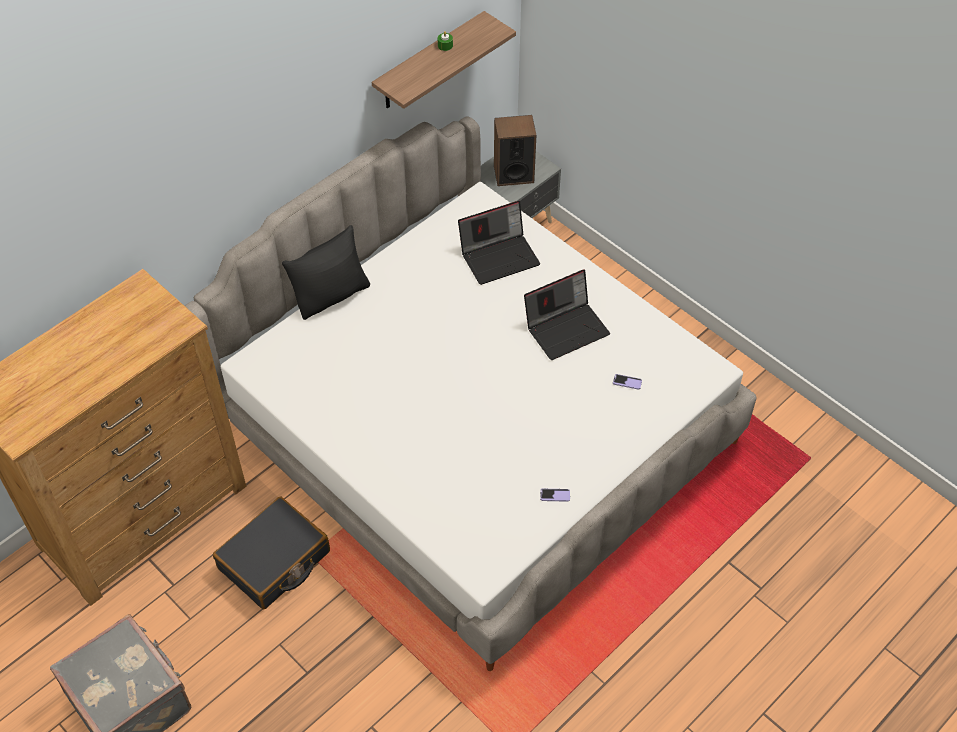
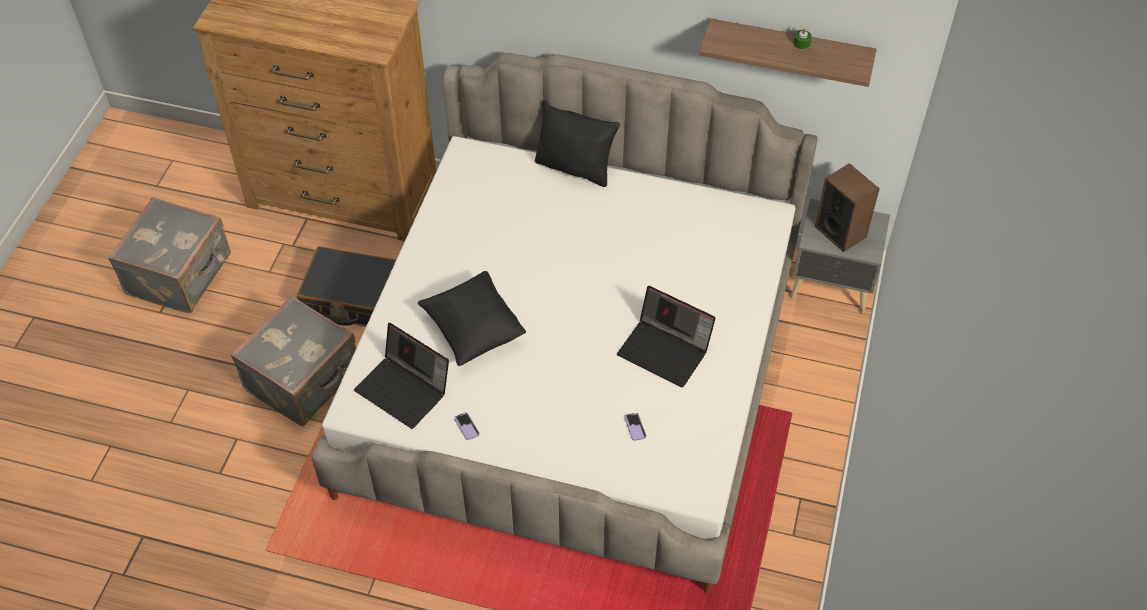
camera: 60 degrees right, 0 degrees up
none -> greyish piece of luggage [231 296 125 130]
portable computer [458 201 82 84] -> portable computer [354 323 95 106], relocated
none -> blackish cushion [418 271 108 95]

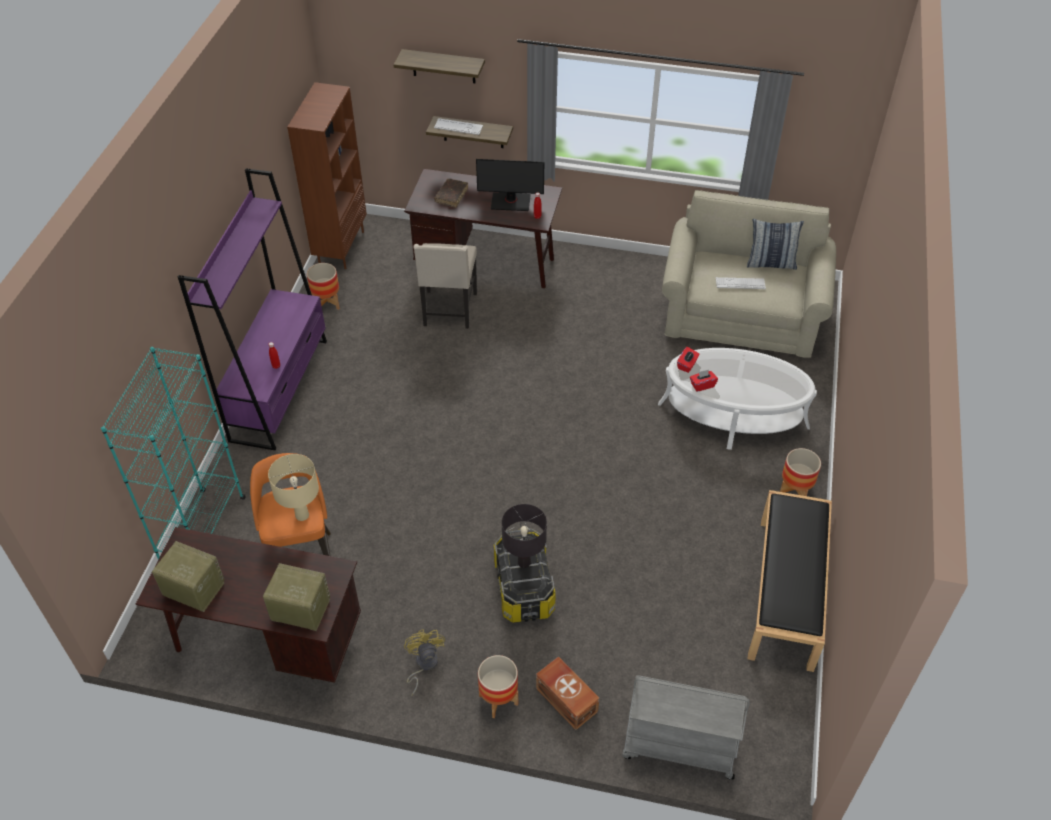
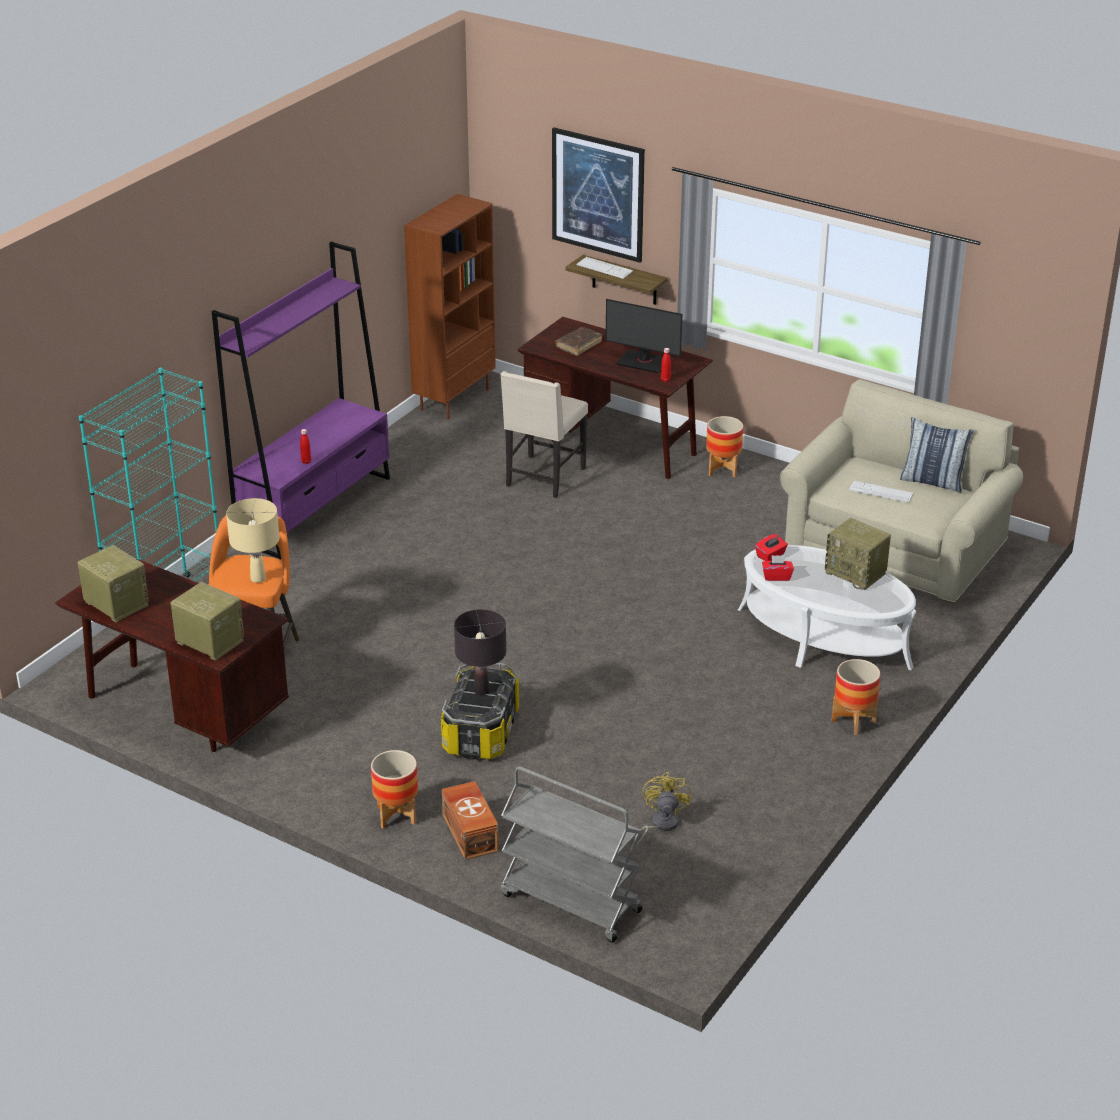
camera: 20 degrees right, 15 degrees down
shelf [393 49 92 34] -> picture [552 127 93 136]
yellow-coloured cooling fan [404 629 41 67] -> yellow-coloured cooling fan [636 772 56 75], relocated
plant pot [307 263 33 47] -> plant pot [706 416 37 62], relocated
none -> radio receiver [825 518 66 72]
blackish indoor bench [748 490 84 182] -> none

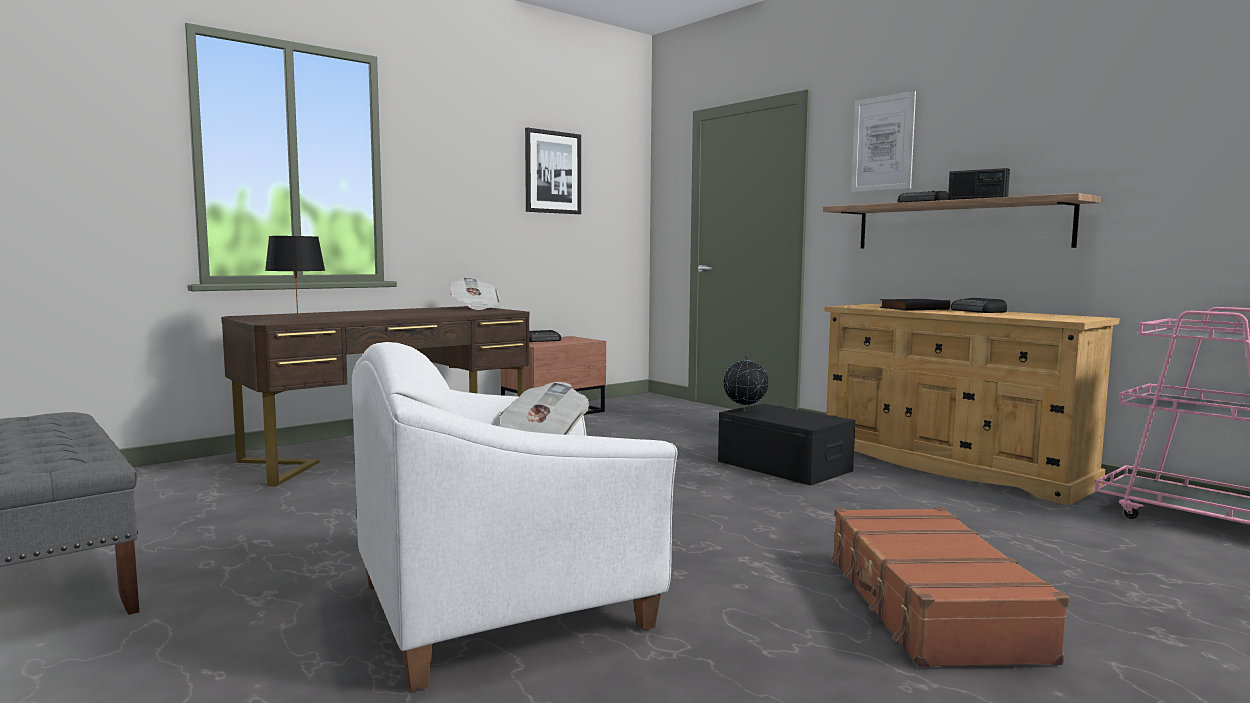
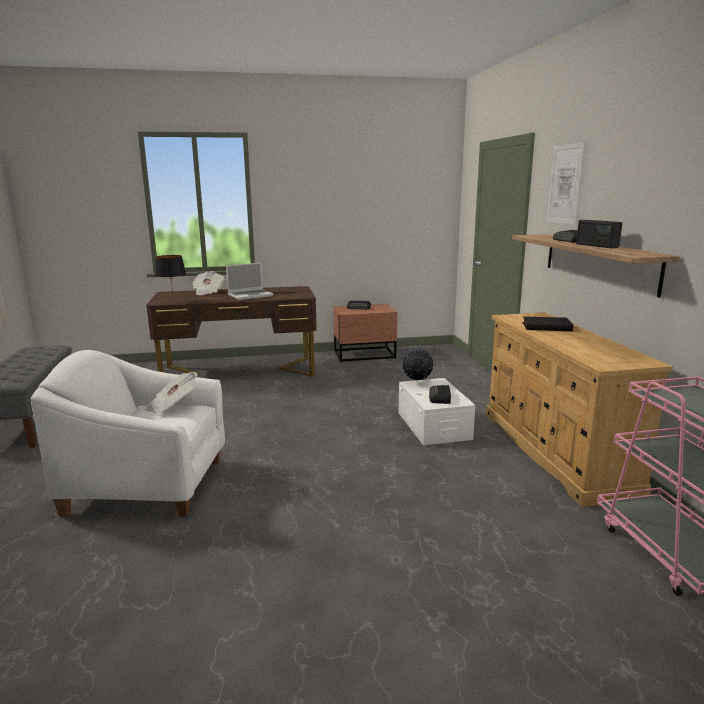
camera: 30 degrees right, 10 degrees up
printed paper [450 277 50 33] -> printed paper [192 271 32 24], relocated
none -> portable computer [226 263 48 37]
blackish storage box [718 404 137 82] -> whitish storage box [399 378 76 67]
radio receiver [951 298 56 15] -> radio receiver [429 385 22 19], relocated
picture [525 128 56 86] -> none
brownish piece of luggage [830 507 239 160] -> none

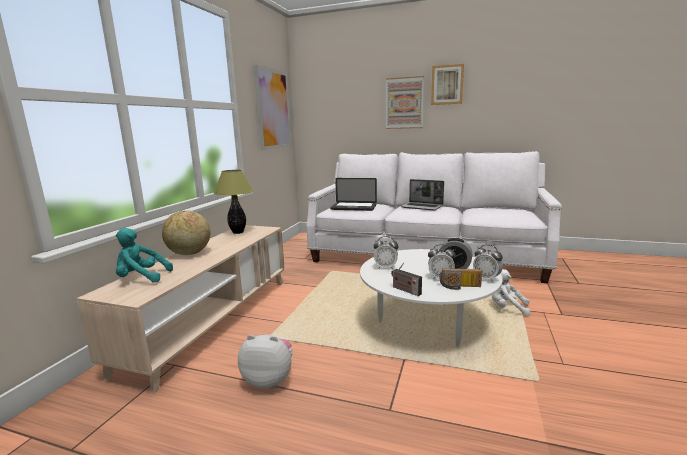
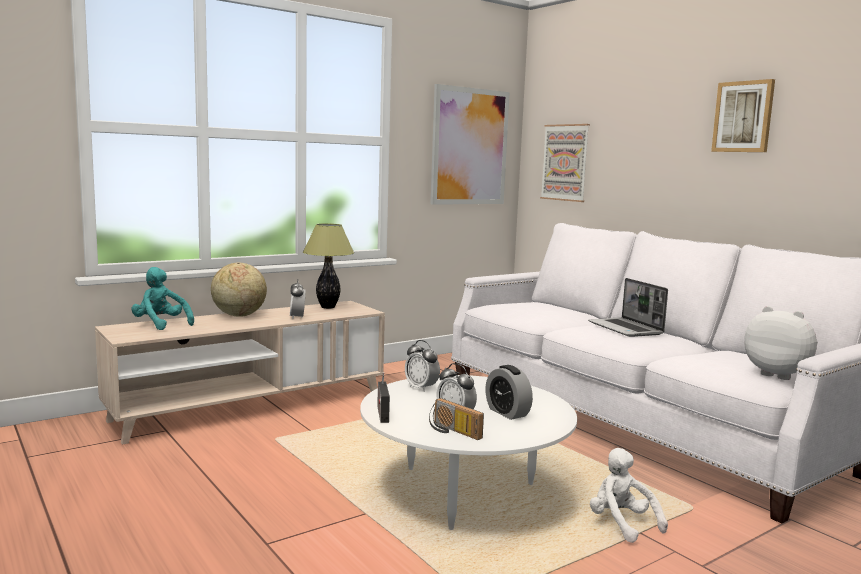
camera: 35 degrees right, 5 degrees down
table clock [473 244 30 38] -> table clock [290 279 16 40], relocated
picture [386 76 38 53] -> picture [540 124 50 78], relocated
soft toy [238 335 54 54] -> soft toy [744 306 74 74], relocated
portable computer [330 178 47 33] -> none

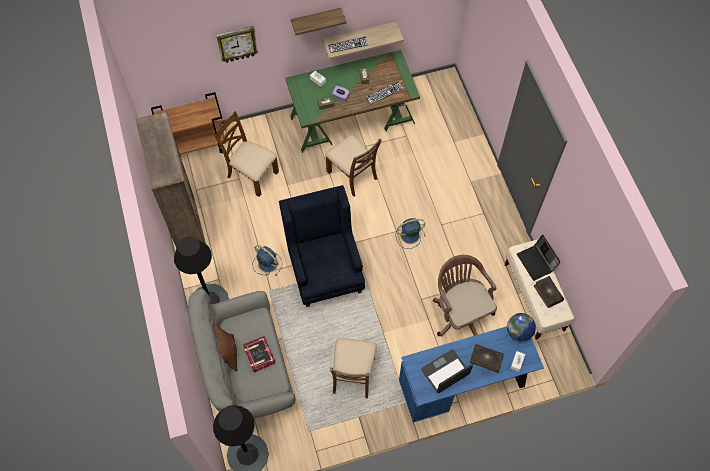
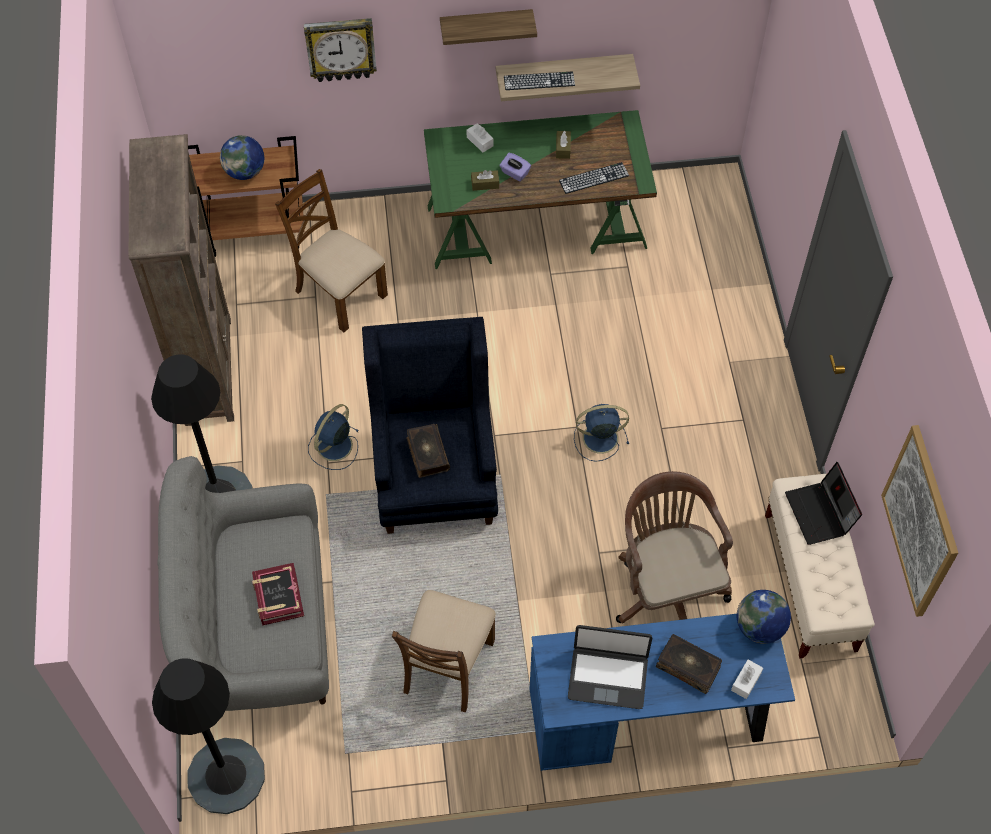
camera: 10 degrees right, 5 degrees down
none -> globe [220 135 44 45]
blue-coloured cooling fan [252 245 30 31] -> blue-coloured cooling fan [308 404 51 66], 105 degrees counterclockwise
book [534 276 30 32] -> book [407 424 43 54], relocated
portable computer [421 349 52 44] -> portable computer [568 625 84 84], 150 degrees counterclockwise
none -> picture [881 425 77 192]
brownish cushion [213 322 24 50] -> none
brownish plain chair [325 135 57 62] -> none

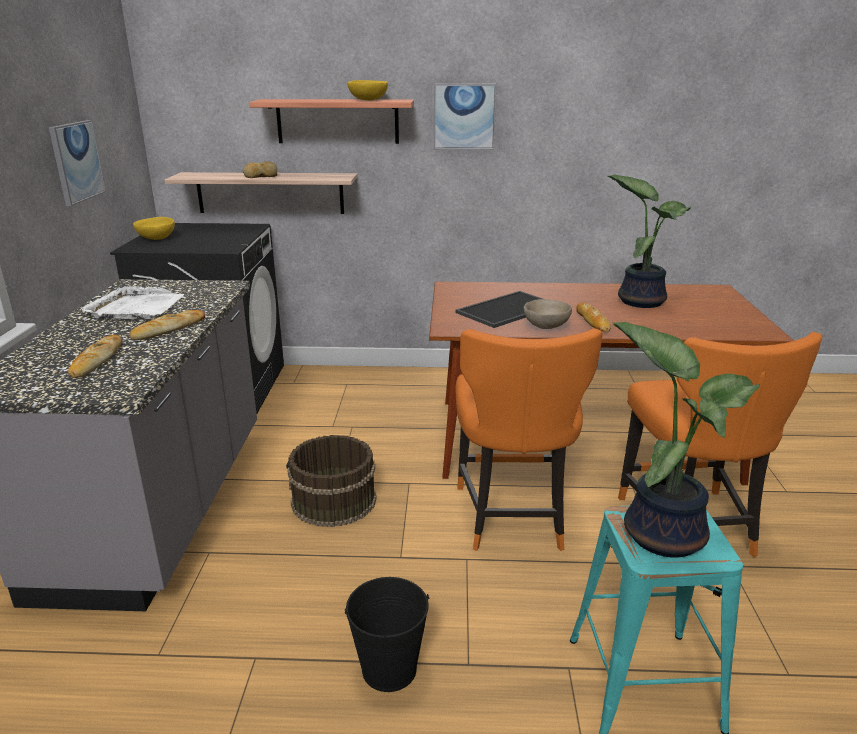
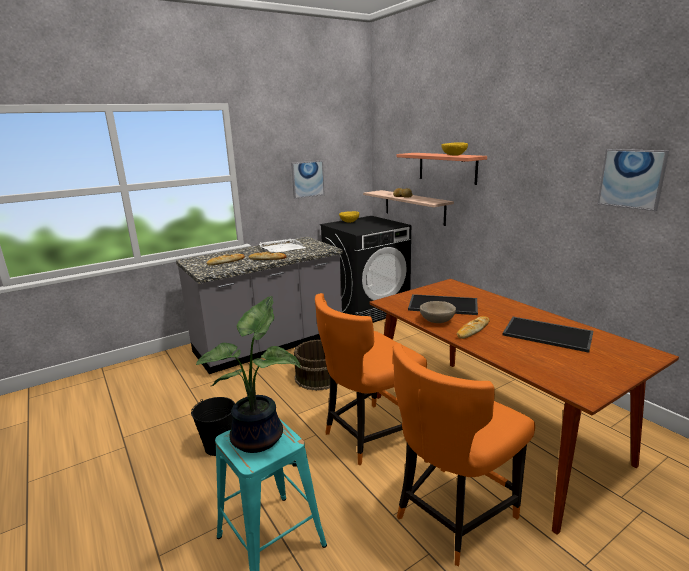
camera: 55 degrees right, 5 degrees down
houseplant [608 175 83 133] -> serving tray [503 317 90 36]
picture [433 84 63 66] -> picture [598 149 71 62], relocated

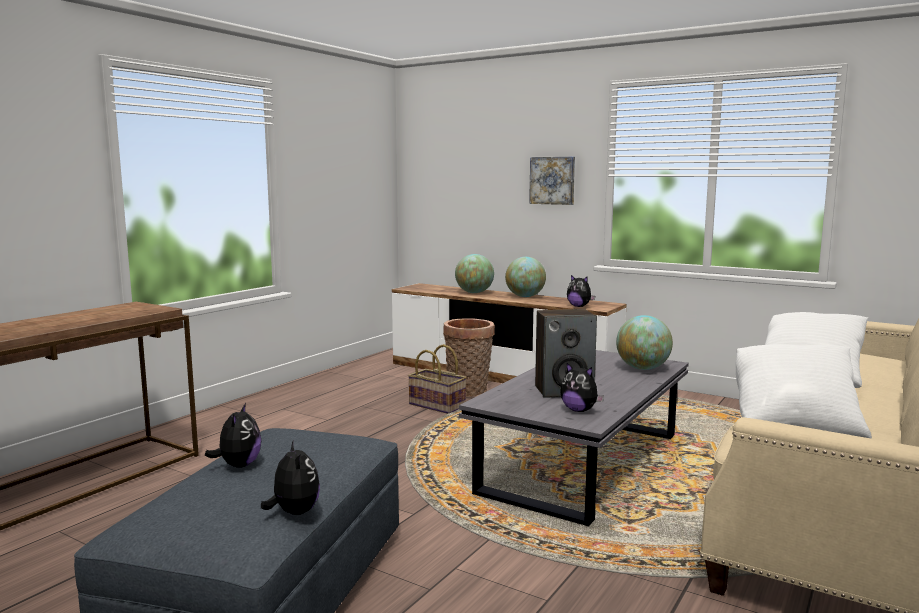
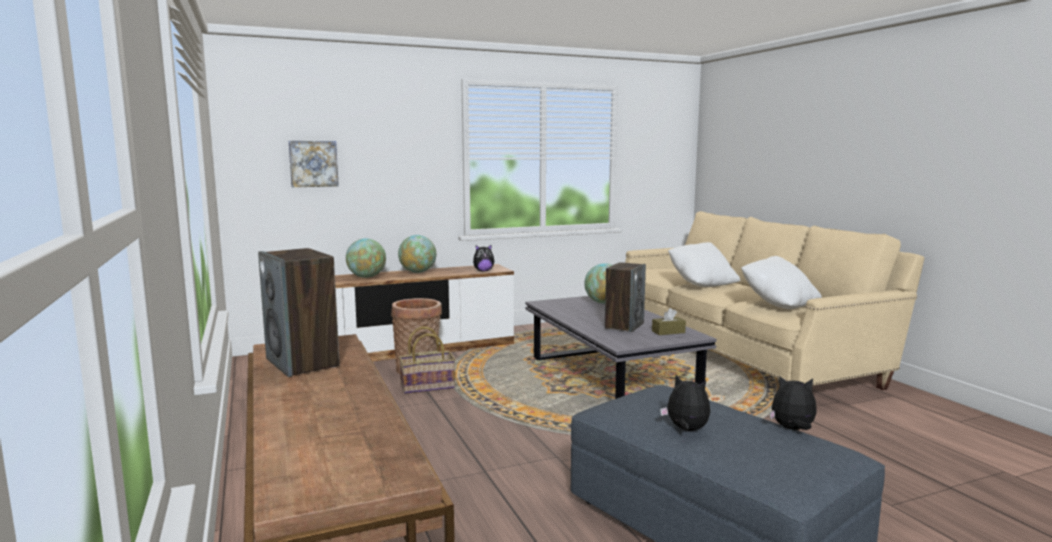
camera: 55 degrees left, 0 degrees up
none -> speaker [258 248 82 129]
picture [529 157 46 48] -> picture [289 141 50 46], relocated
soft toy [560 363 44 49] -> brownish tissue box [652 308 34 27]

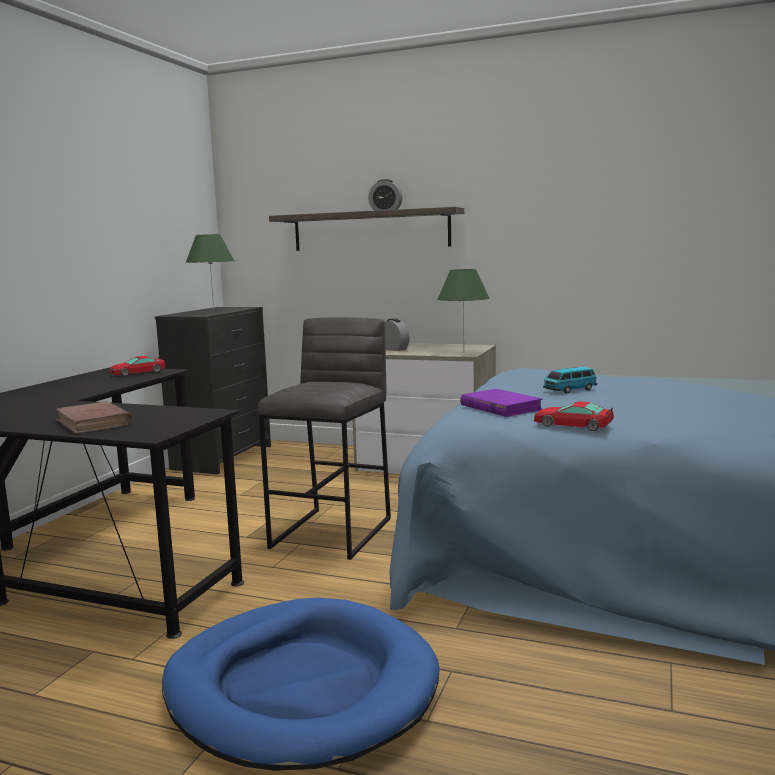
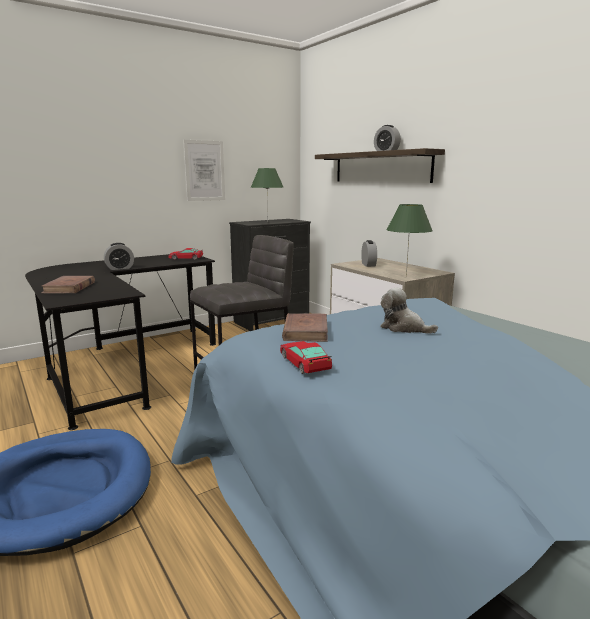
camera: 35 degrees right, 5 degrees up
none -> table clock [104 243 30 27]
none -> picture [183 140 42 61]
purple-coloured book [460 389 83 28] -> brownish book [282 313 46 29]
toy car [543 367 54 27] -> soft toy [380 288 58 46]

